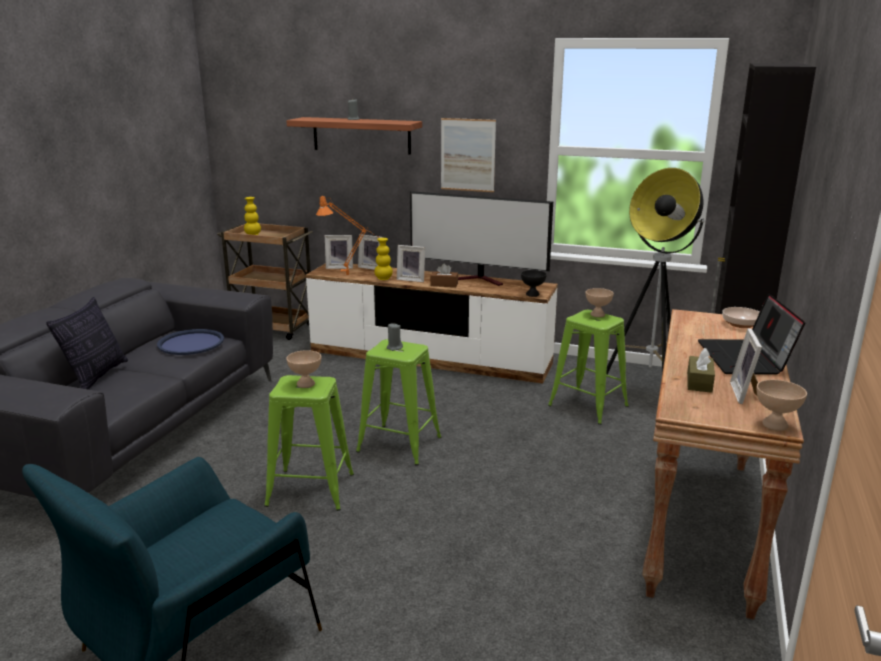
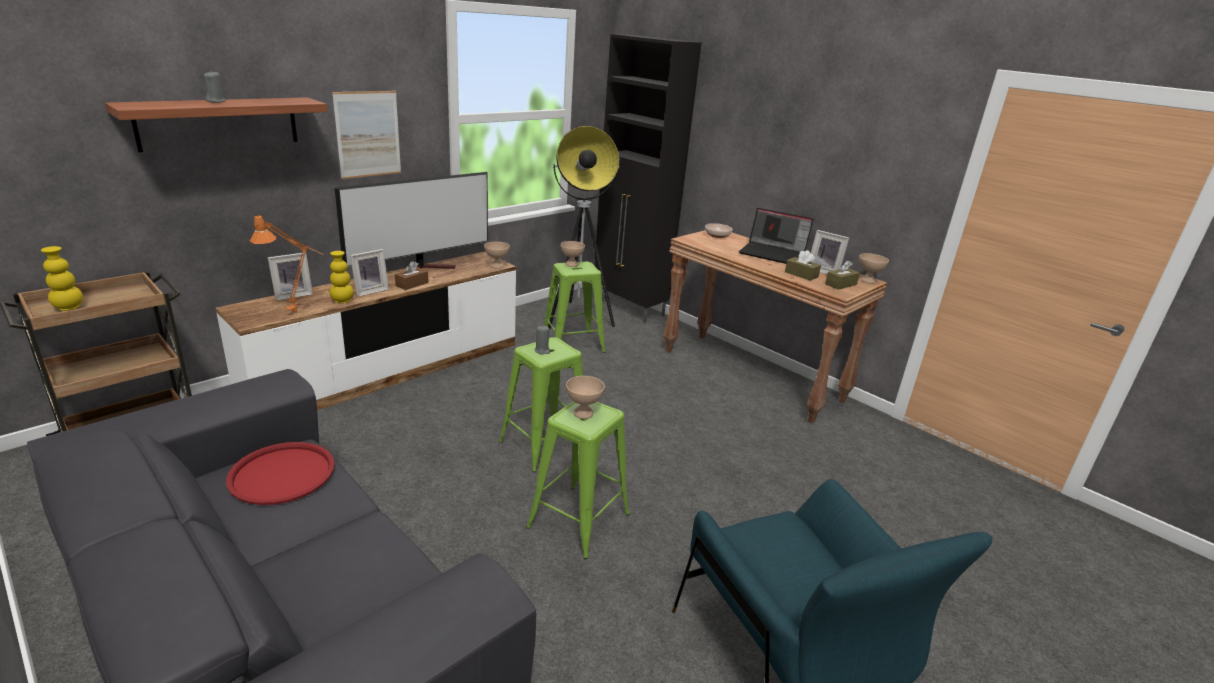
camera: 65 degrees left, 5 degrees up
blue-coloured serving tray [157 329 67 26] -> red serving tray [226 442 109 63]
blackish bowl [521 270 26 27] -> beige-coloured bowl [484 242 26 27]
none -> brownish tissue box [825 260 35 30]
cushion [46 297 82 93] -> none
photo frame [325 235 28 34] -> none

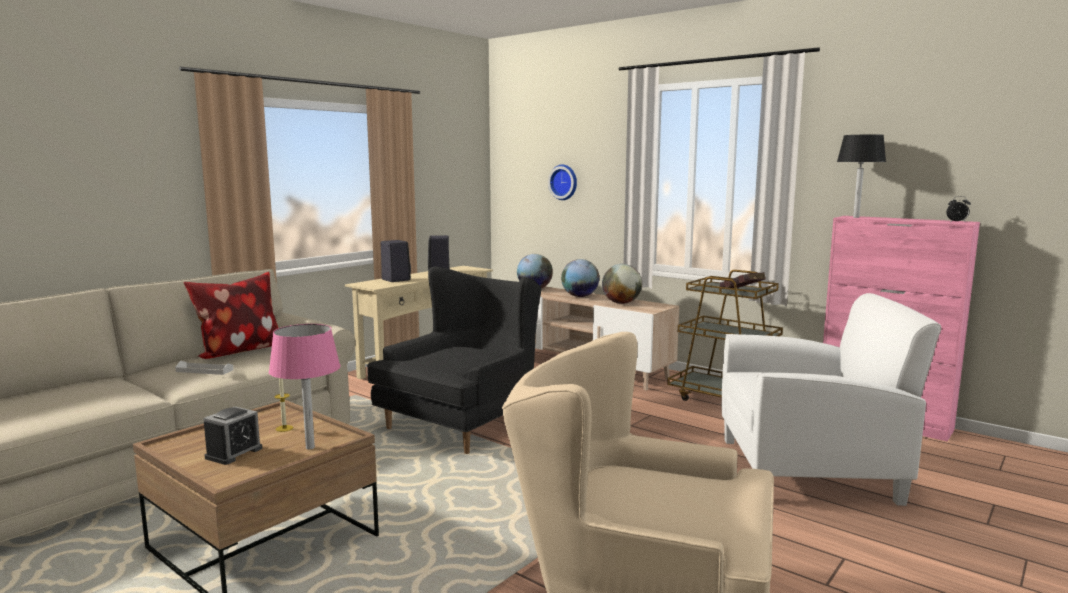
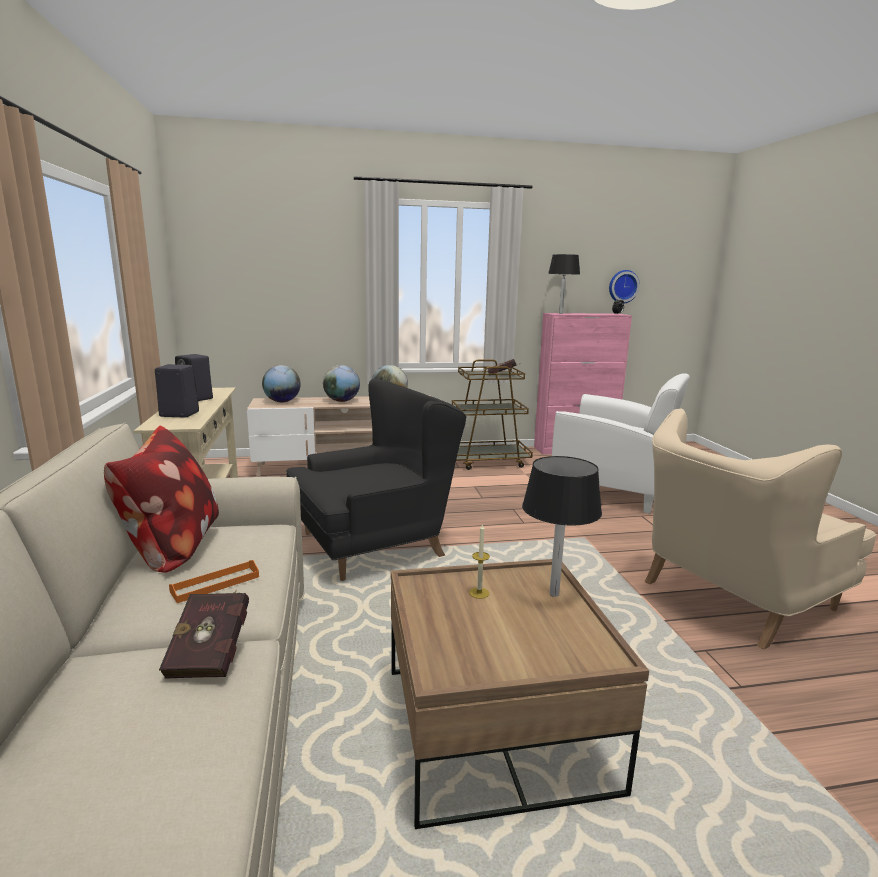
camera: 50 degrees left, 5 degrees up
none -> red book [159 590 90 89]
whitish serving tray [175 361 59 14] -> orange serving tray [169 560 90 43]
blackish armchair [367 266 175 188] -> blackish armchair [286 379 181 202], 75 degrees clockwise
pink lamp for a table [269 324 71 126] -> blackish lamp for a table [522 456 80 141]
whitish armchair [722 293 219 213] -> whitish armchair [552 373 138 141], 75 degrees clockwise
clock on the wall [548 165 29 35] -> clock on the wall [609 270 31 34], relocated
table clock [203 407 59 58] -> none

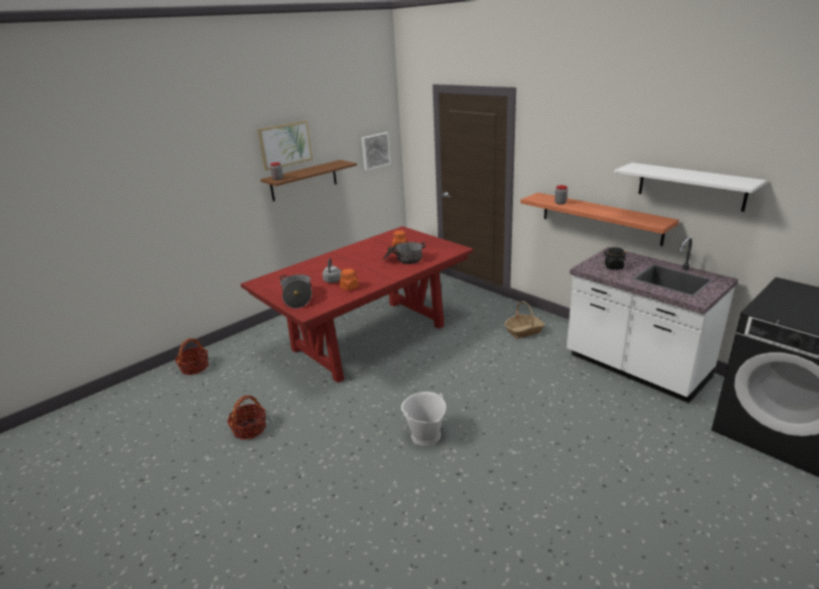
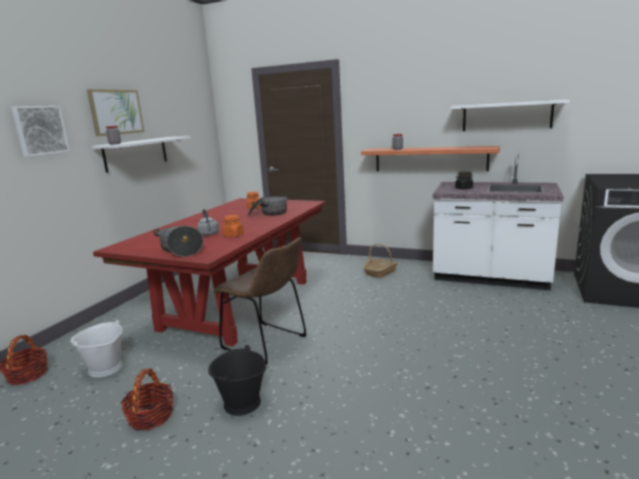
camera: 25 degrees left, 10 degrees down
picture [361 132 30 38] -> picture [11 106 59 51], relocated
whitish bucket [401 392 45 54] -> whitish bucket [70 320 53 58], relocated
brownish shelf [260 160 97 41] -> whitish shelf [92 136 99 37]
none -> blackish bucket [208 345 58 71]
none -> brownish plain chair [214 237 93 128]

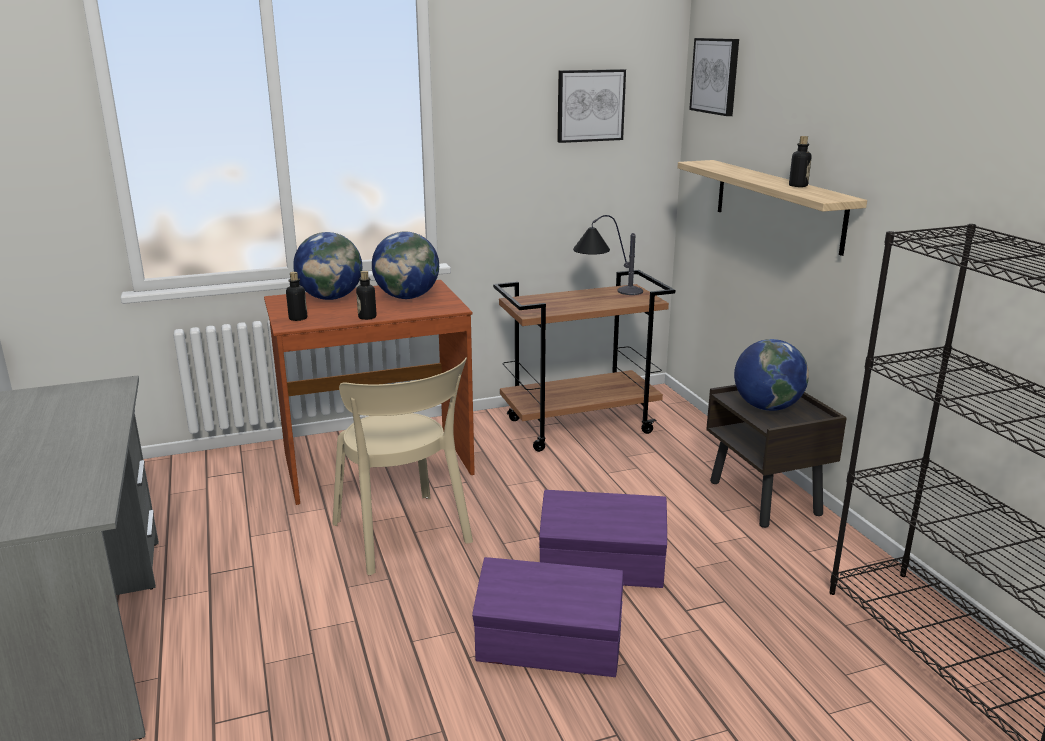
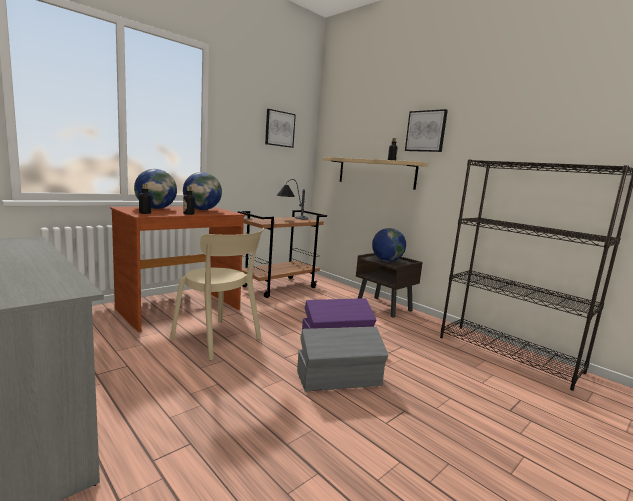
camera: 25 degrees left, 10 degrees down
purple-coloured storage box [472 557 151 120] -> greyish storage box [297 327 92 64]
picture [689 38 50 78] -> picture [405 109 43 43], relocated

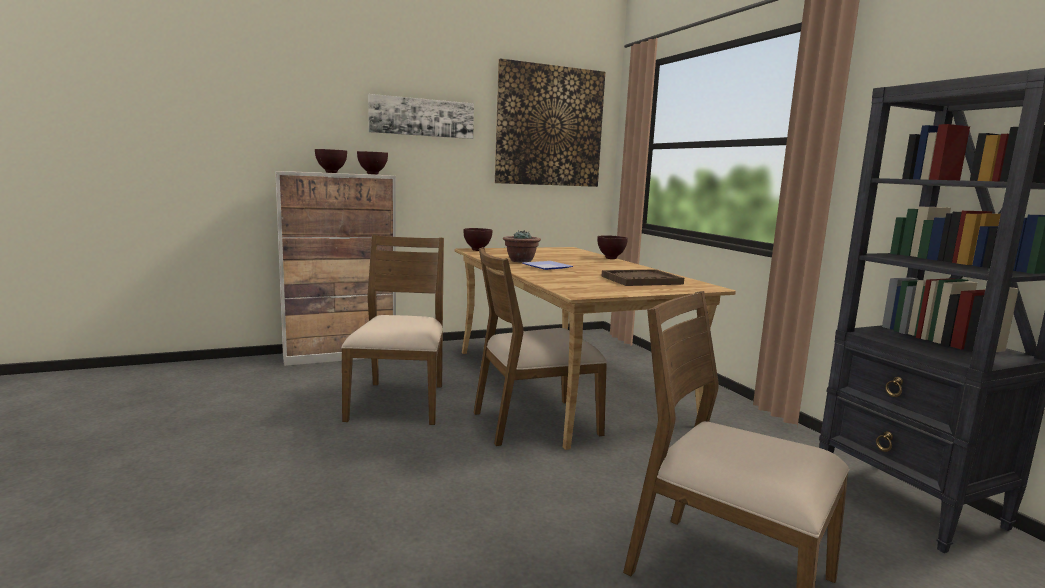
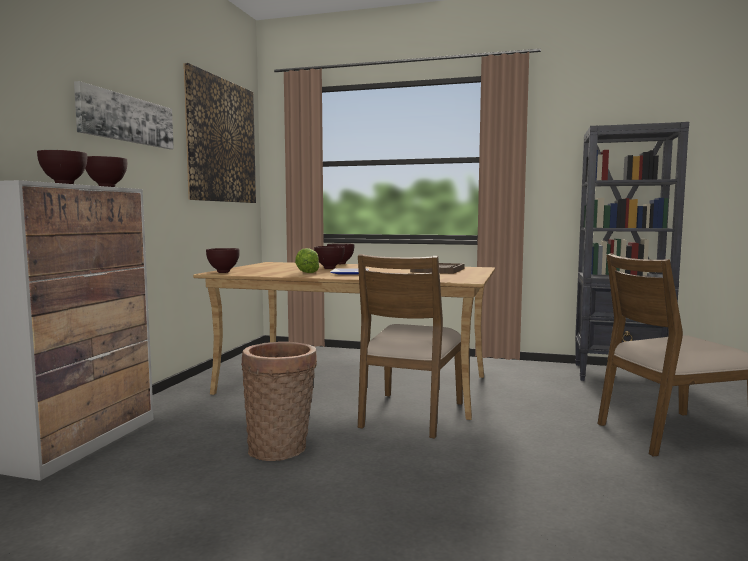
camera: 50 degrees left, 5 degrees down
brownish plain chair [341 235 103 190] -> basket [241 342 76 119]
houseplant [503 230 38 33] -> head of lettuce [295 248 25 25]
none -> brownish bowl [314 246 31 23]

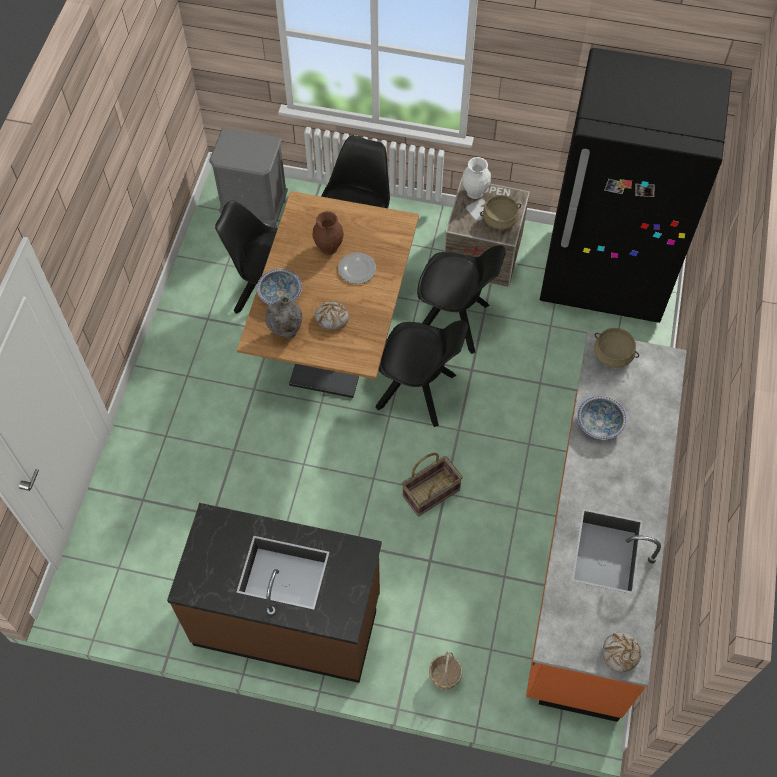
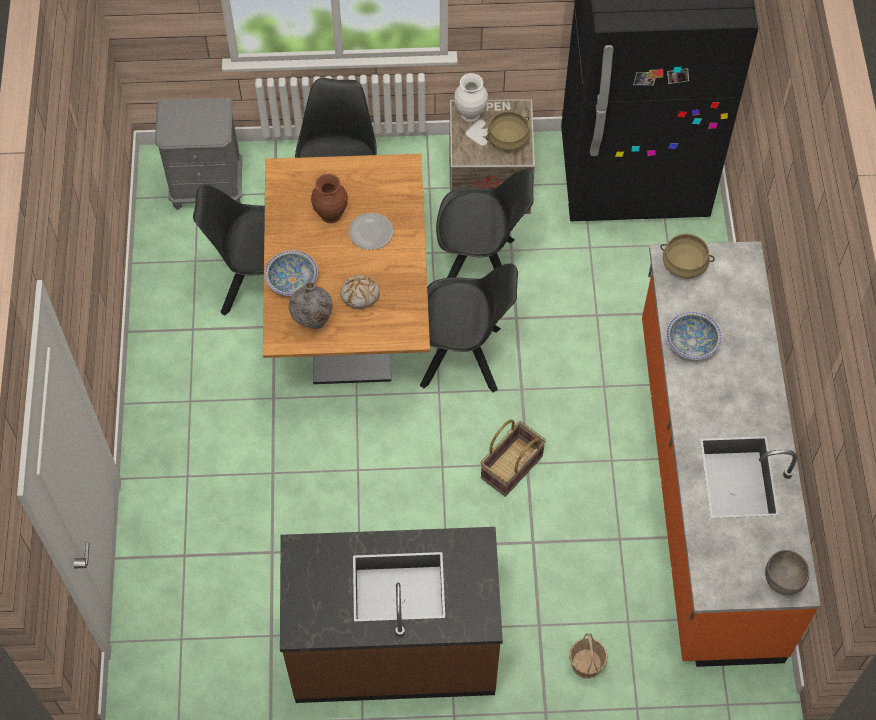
camera: 15 degrees left, 0 degrees up
baked bread [603 632 38 40] -> greyish bowl [765 550 44 45]

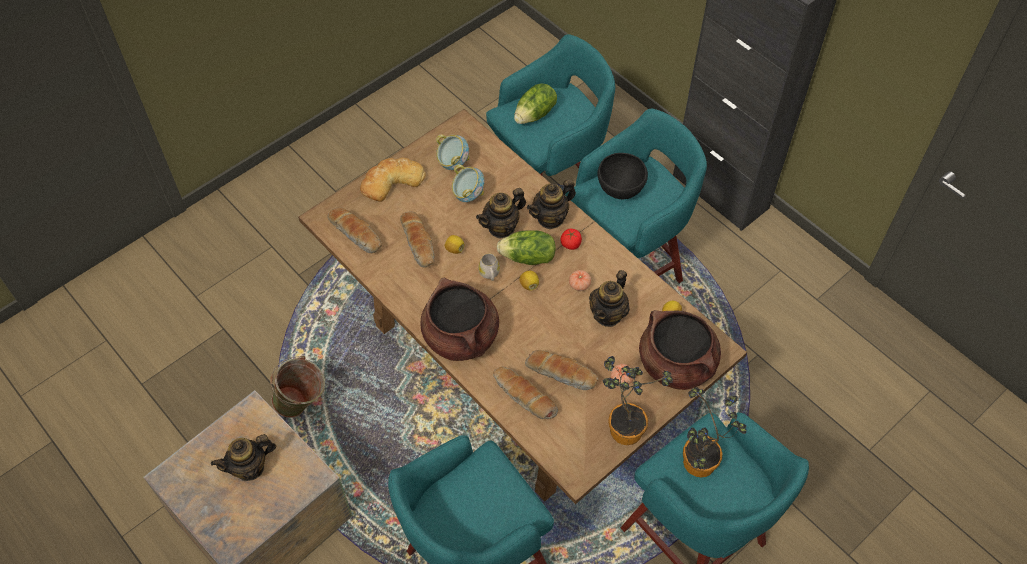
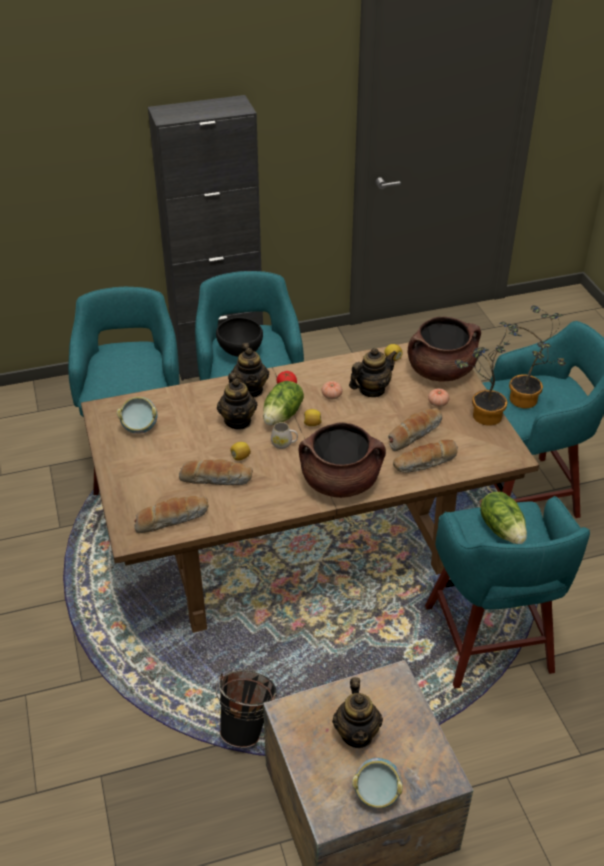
camera: 65 degrees left, 15 degrees down
greenish bucket [270 356 55 62] -> blackish bucket [215 671 62 77]
tea pot [589 270 41 57] -> tea pot [349 348 48 49], 90 degrees counterclockwise
bowl [452 165 32 37] -> bowl [352 758 51 51], relocated
head of lettuce [514 84 43 40] -> head of lettuce [480 492 47 52], relocated
baked bread [360 157 66 45] -> none

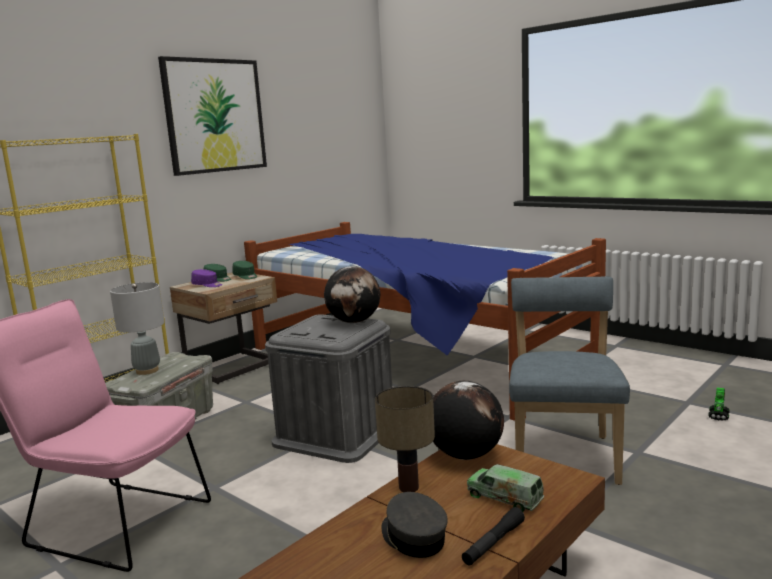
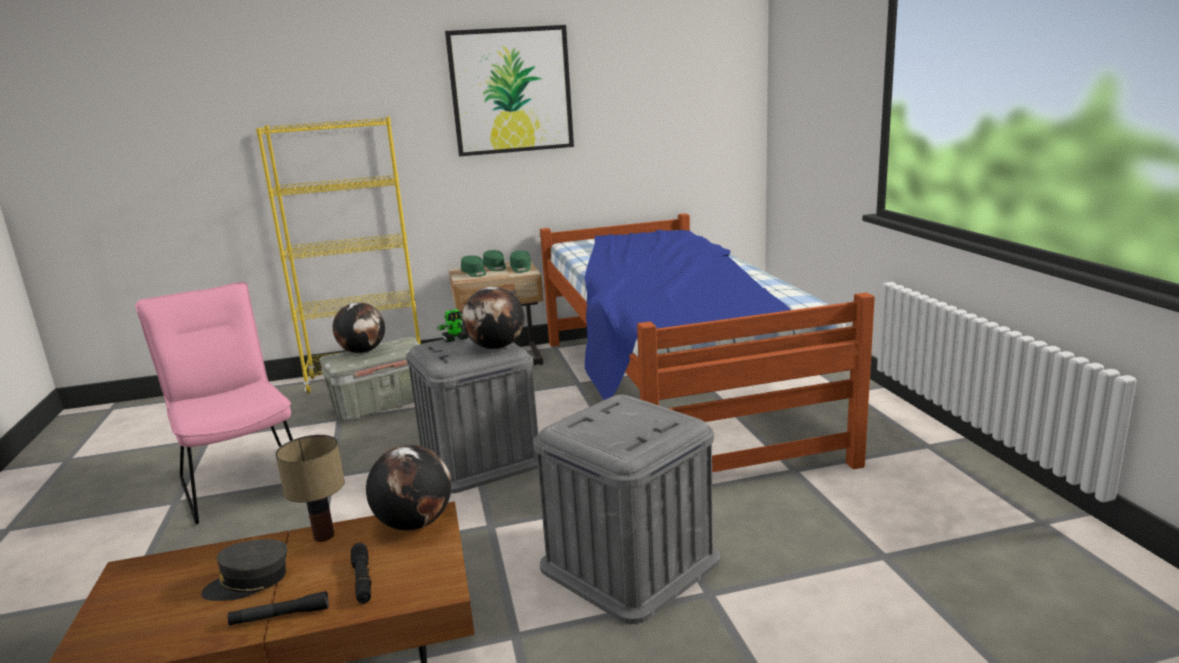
camera: 35 degrees right, 5 degrees up
greyish cap [381 492 67 66] -> greyish cap [201 539 86 62], 120 degrees counterclockwise
greyish lamp for a table [110 282 54 93] -> globe [333 302 52 51]
toy lorry [467 464 77 48] -> blackish hand torch [351 543 21 61]
model robot [708 388 22 33] -> model robot [436 309 33 33], relocated
purple-coloured cap [191 269 31 18] -> greenish cap [461 255 25 22]
blue-coloured plain chair [509 277 121 208] -> greyish storage box [533 394 187 230]

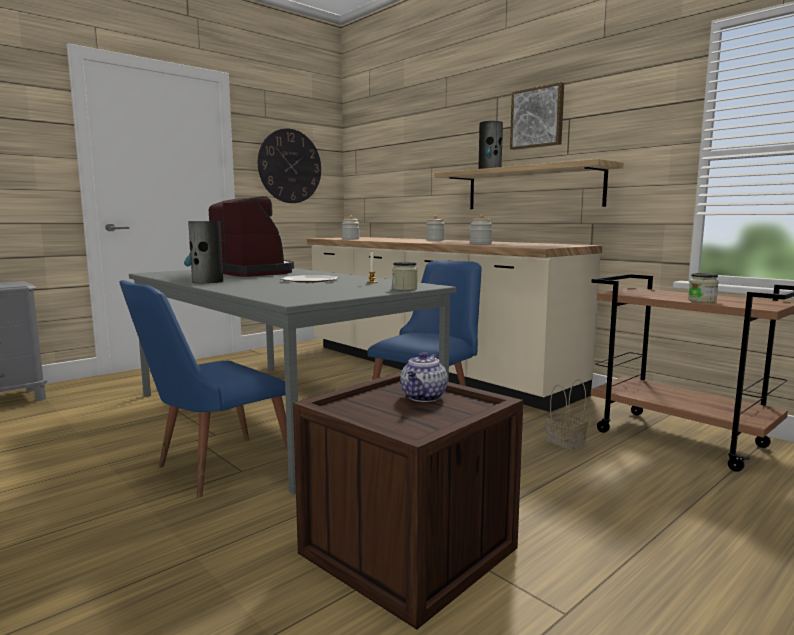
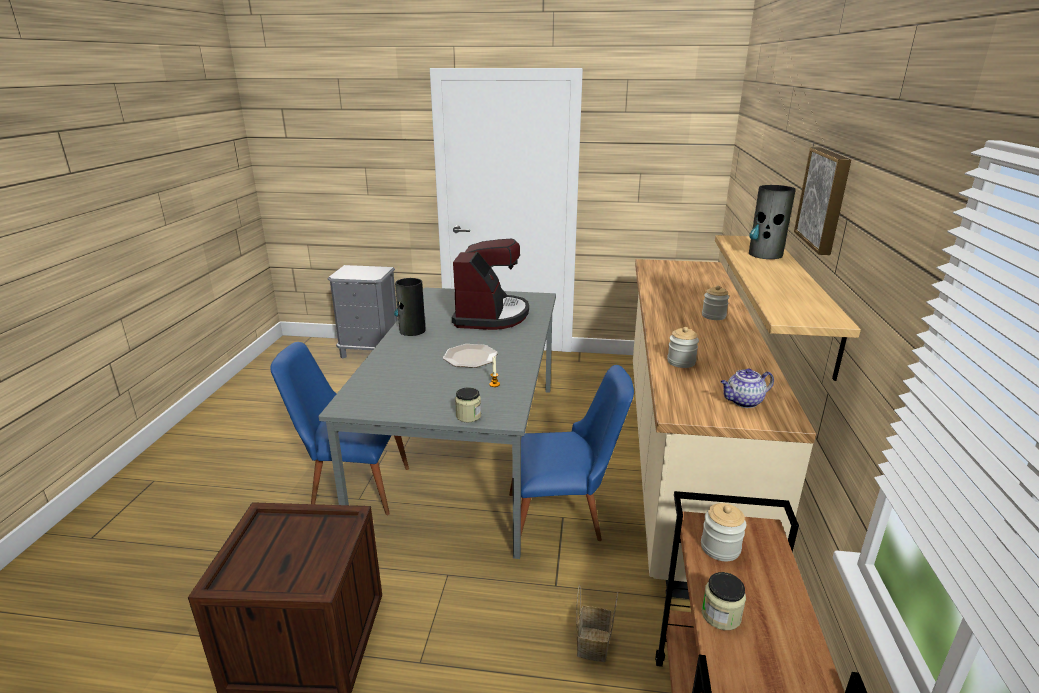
camera: 50 degrees right, 15 degrees up
jar [342 215 17 25] -> jar [701 503 45 58], relocated
tea pot [400 352 48 50] -> tea pot [721 368 53 40], relocated
clock on the wall [258 128 63 75] -> none

